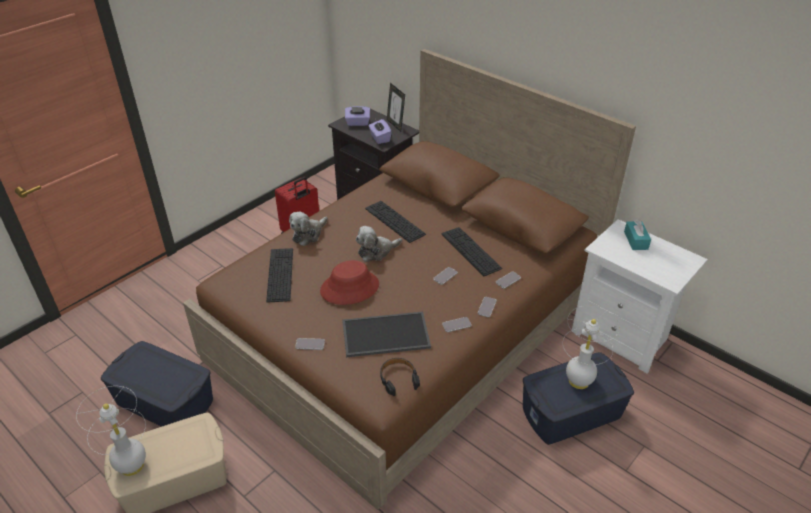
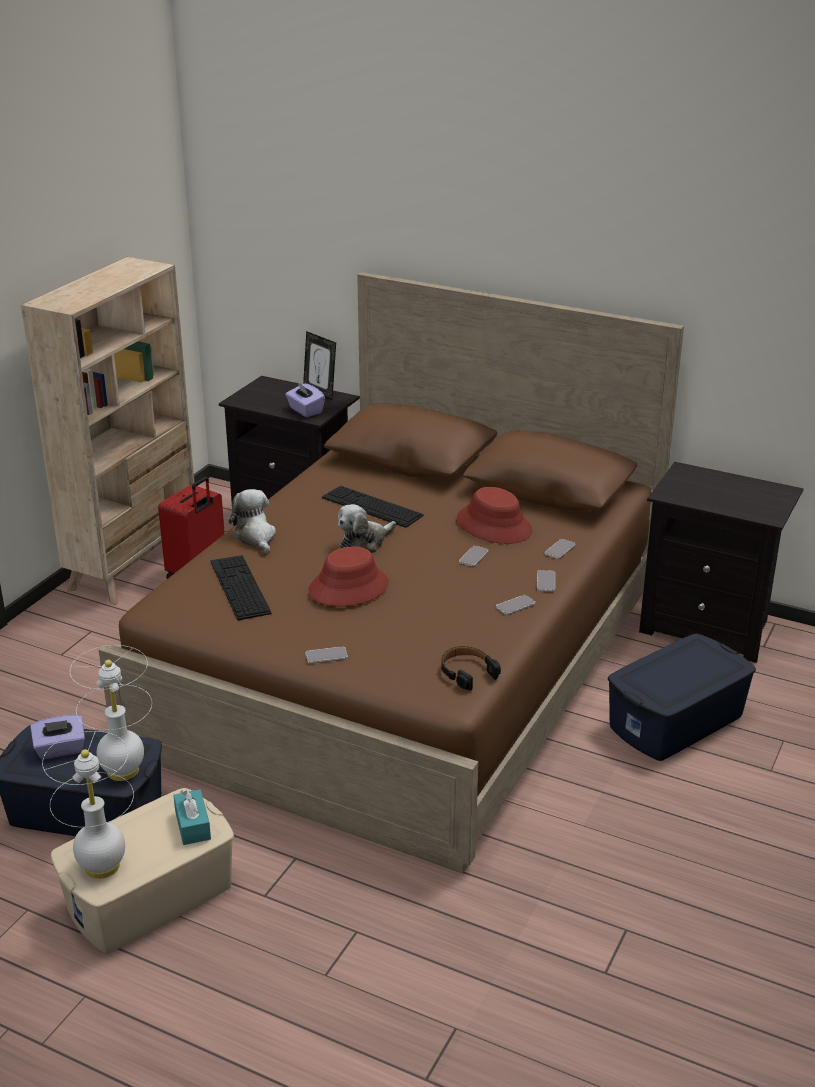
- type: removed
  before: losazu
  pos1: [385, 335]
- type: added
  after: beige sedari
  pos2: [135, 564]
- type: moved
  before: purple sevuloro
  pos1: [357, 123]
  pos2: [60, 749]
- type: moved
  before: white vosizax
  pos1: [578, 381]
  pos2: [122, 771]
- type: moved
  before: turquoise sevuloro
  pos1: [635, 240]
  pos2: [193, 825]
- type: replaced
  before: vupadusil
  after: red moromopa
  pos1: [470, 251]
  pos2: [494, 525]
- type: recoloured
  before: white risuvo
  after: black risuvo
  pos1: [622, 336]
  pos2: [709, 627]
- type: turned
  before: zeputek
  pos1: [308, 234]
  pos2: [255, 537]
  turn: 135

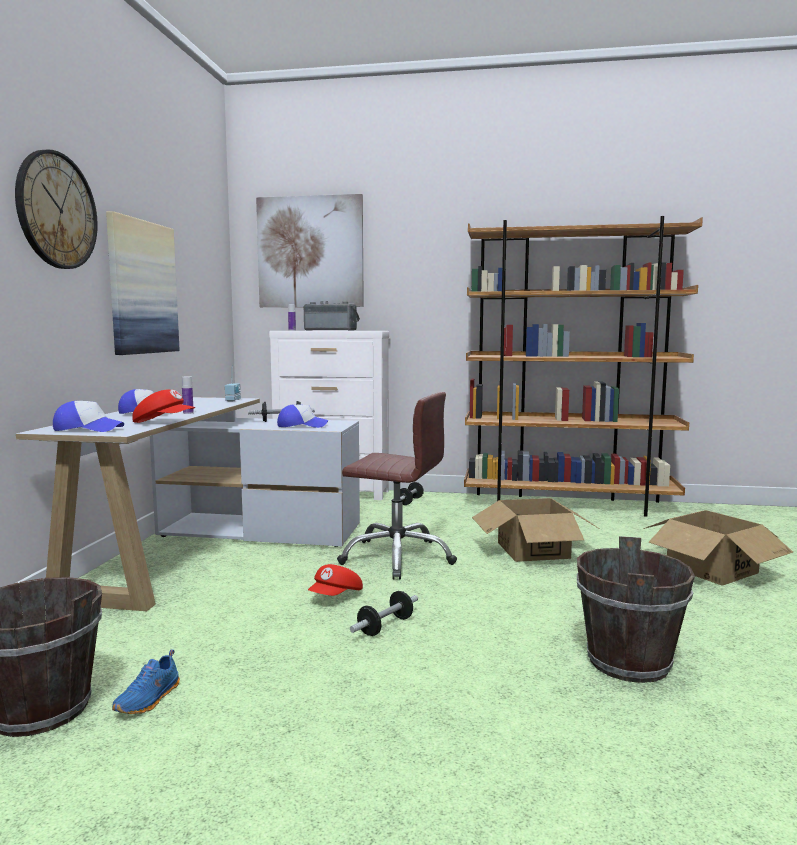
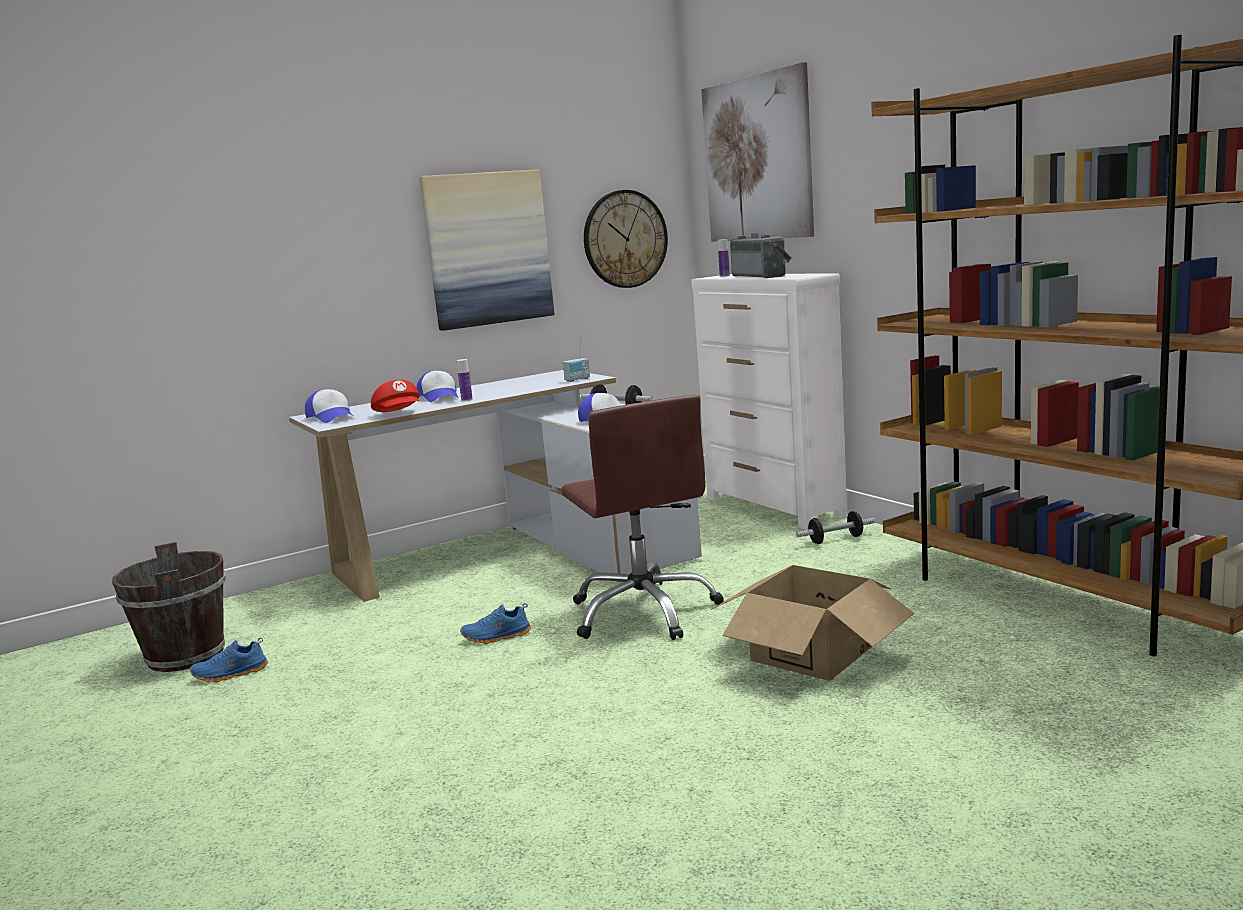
- type: removed
  before: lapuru
  pos1: [385, 626]
- type: removed
  before: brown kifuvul
  pos1: [627, 662]
- type: removed
  before: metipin
  pos1: [712, 569]
- type: moved
  before: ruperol
  pos1: [56, 210]
  pos2: [625, 239]
- type: replaced
  before: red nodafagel
  after: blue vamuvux
  pos1: [336, 596]
  pos2: [497, 637]

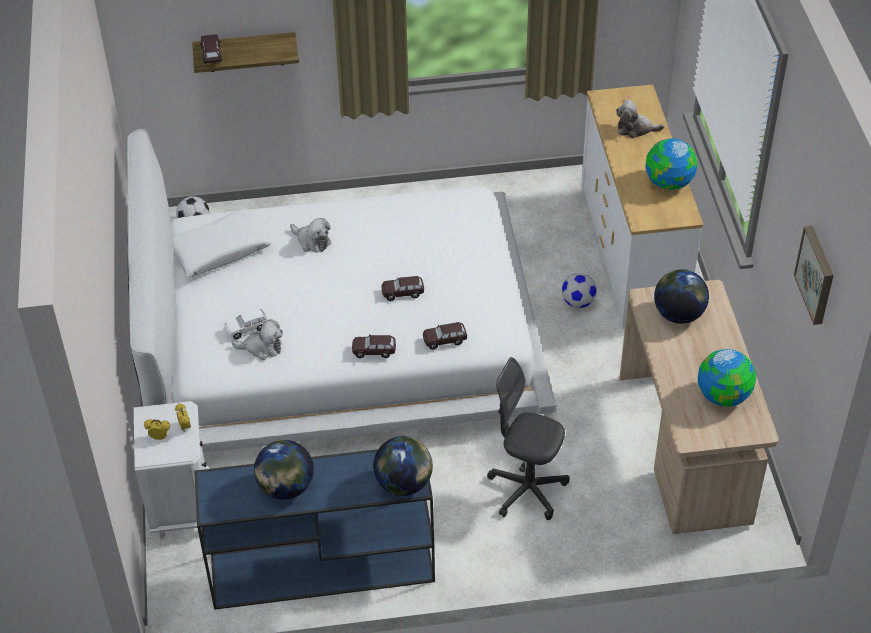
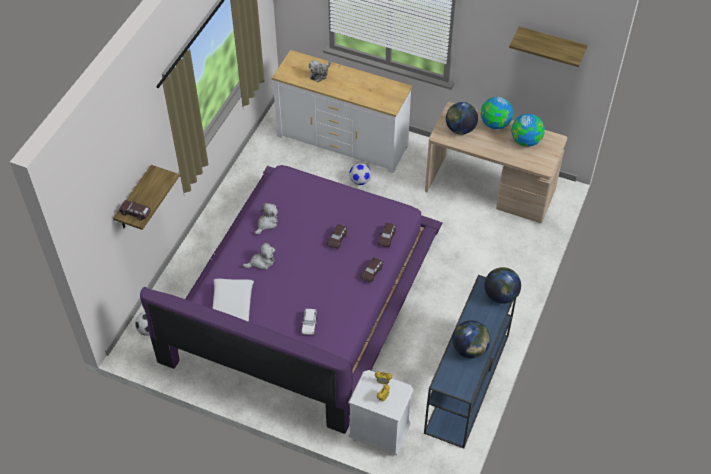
- type: removed
  before: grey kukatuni
  pos1: [527, 490]
- type: moved
  before: zeputek
  pos1: [262, 348]
  pos2: [267, 223]
- type: moved
  before: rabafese
  pos1: [668, 183]
  pos2: [495, 124]
- type: replaced
  before: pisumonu
  after: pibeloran
  pos1: [817, 274]
  pos2: [551, 45]
- type: recoloured
  before: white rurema
  after: purple rurema
  pos1: [339, 337]
  pos2: [303, 298]

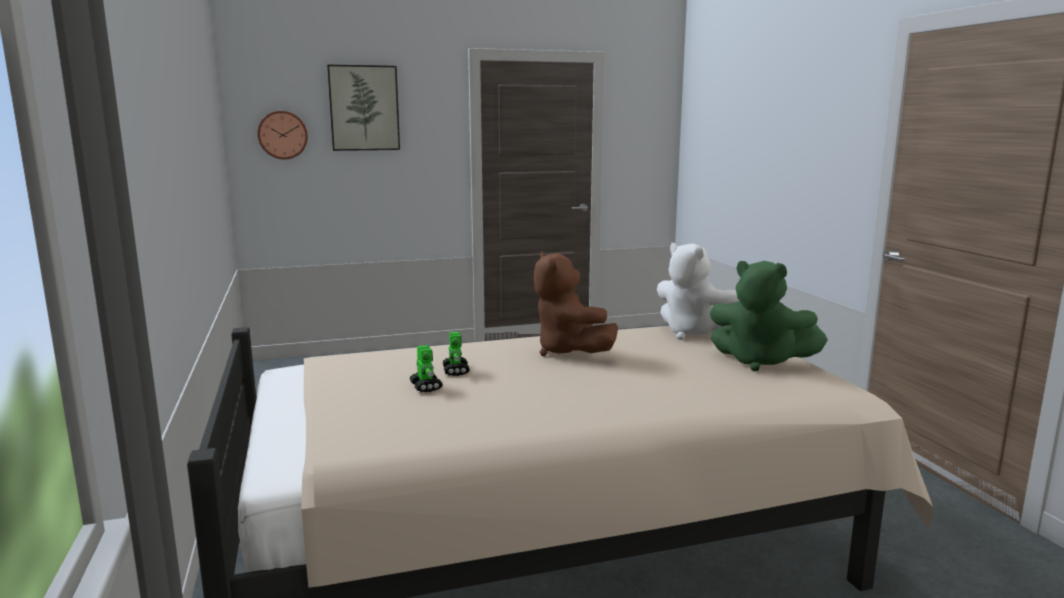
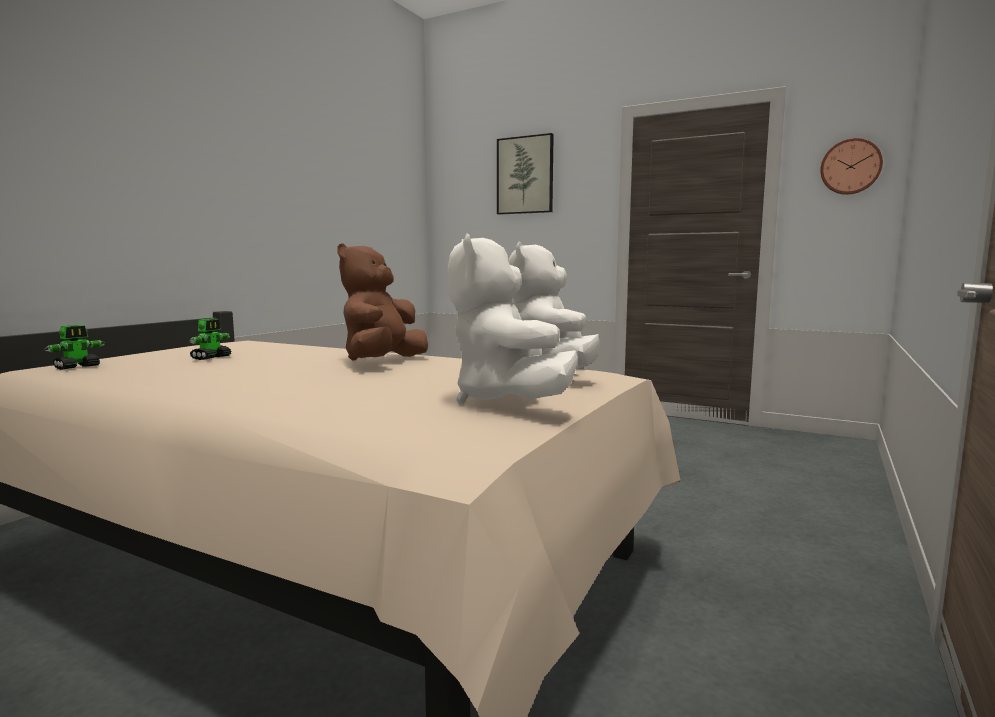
- type: moved
  before: ruperol
  pos1: [283, 135]
  pos2: [850, 167]
- type: moved
  before: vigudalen
  pos1: [456, 371]
  pos2: [77, 367]
- type: recoloured
  before: green zeputek
  after: white zeputek
  pos1: [760, 361]
  pos2: [506, 401]

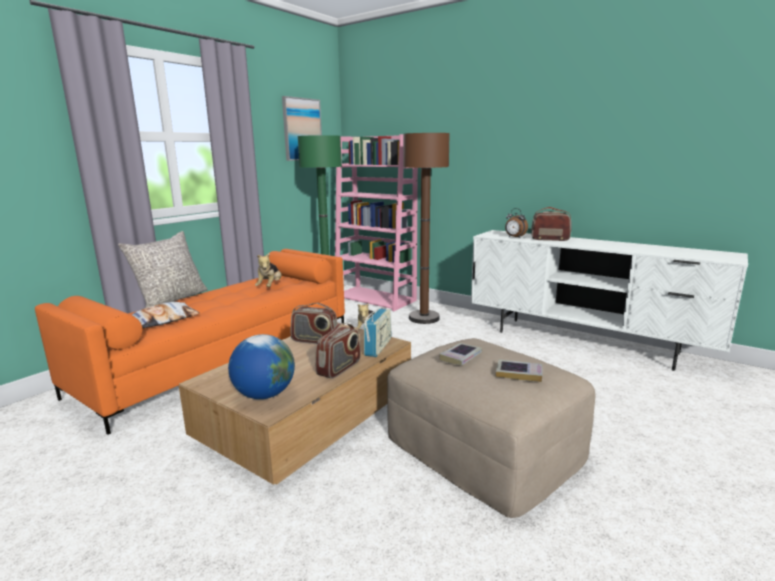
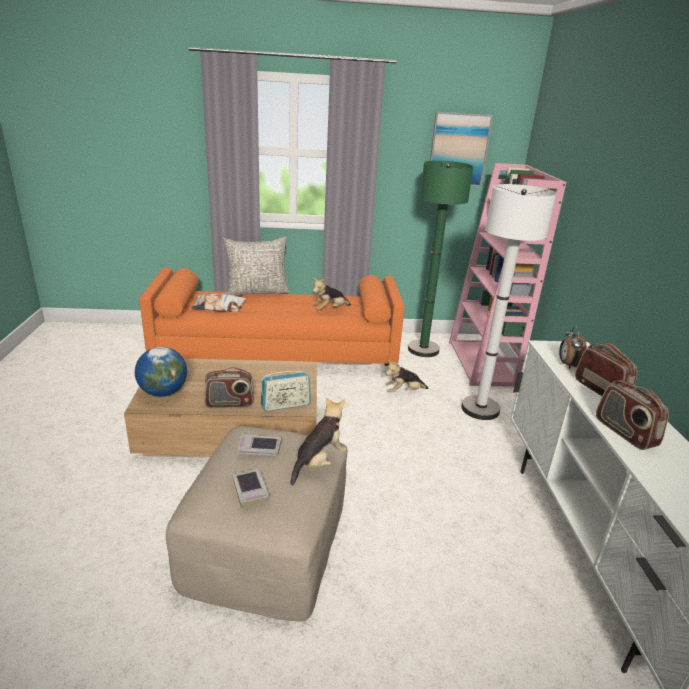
- type: added
  after: zeputek
  pos2: [319, 462]
- type: moved
  before: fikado
  pos1: [315, 341]
  pos2: [624, 432]
- type: recoloured
  before: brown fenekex
  after: white fenekex
  pos1: [424, 318]
  pos2: [480, 409]

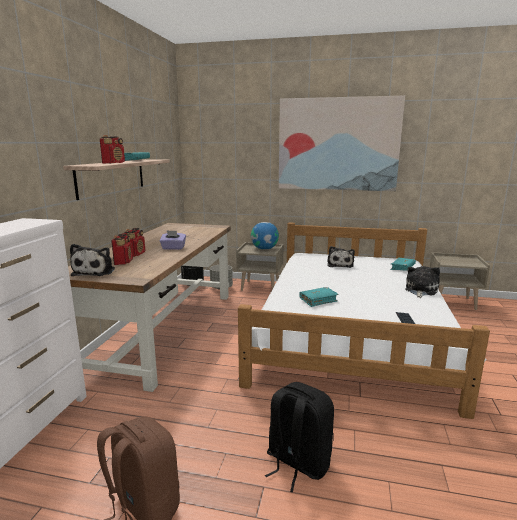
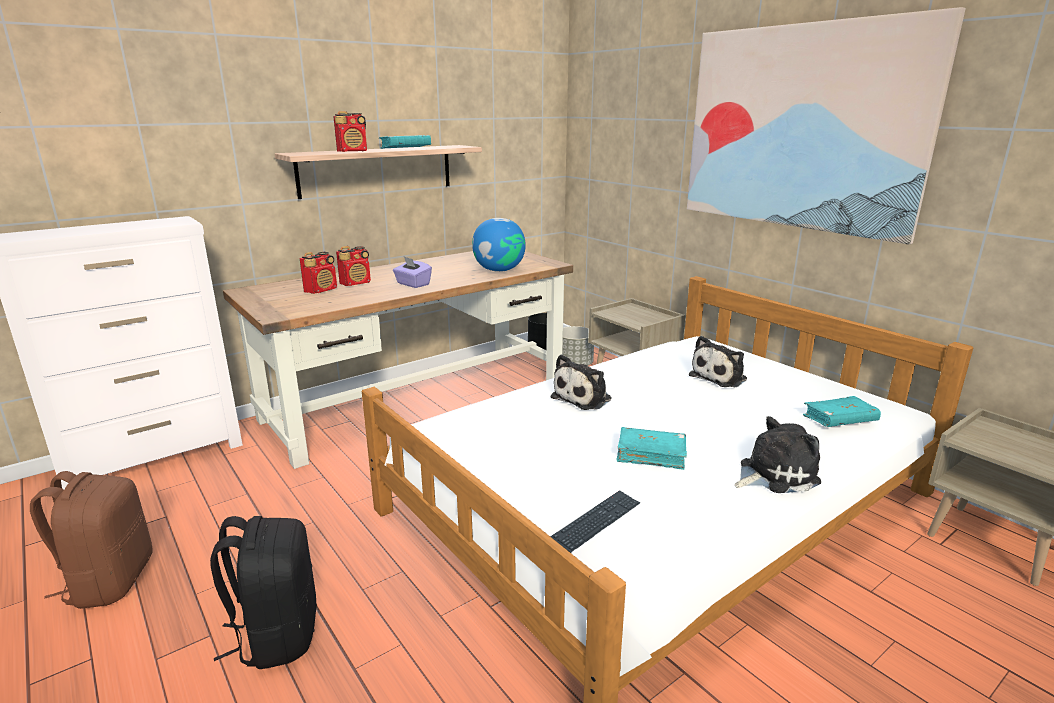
- type: moved
  before: zeputek
  pos1: [95, 271]
  pos2: [584, 397]
- type: moved
  before: rabafese
  pos1: [264, 249]
  pos2: [499, 270]
- type: moved
  before: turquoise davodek
  pos1: [318, 300]
  pos2: [651, 455]

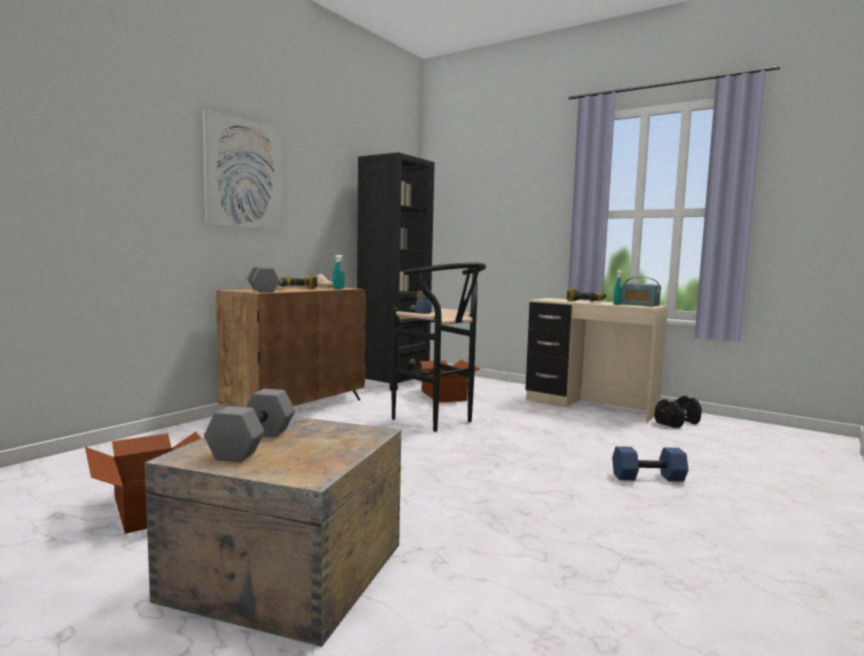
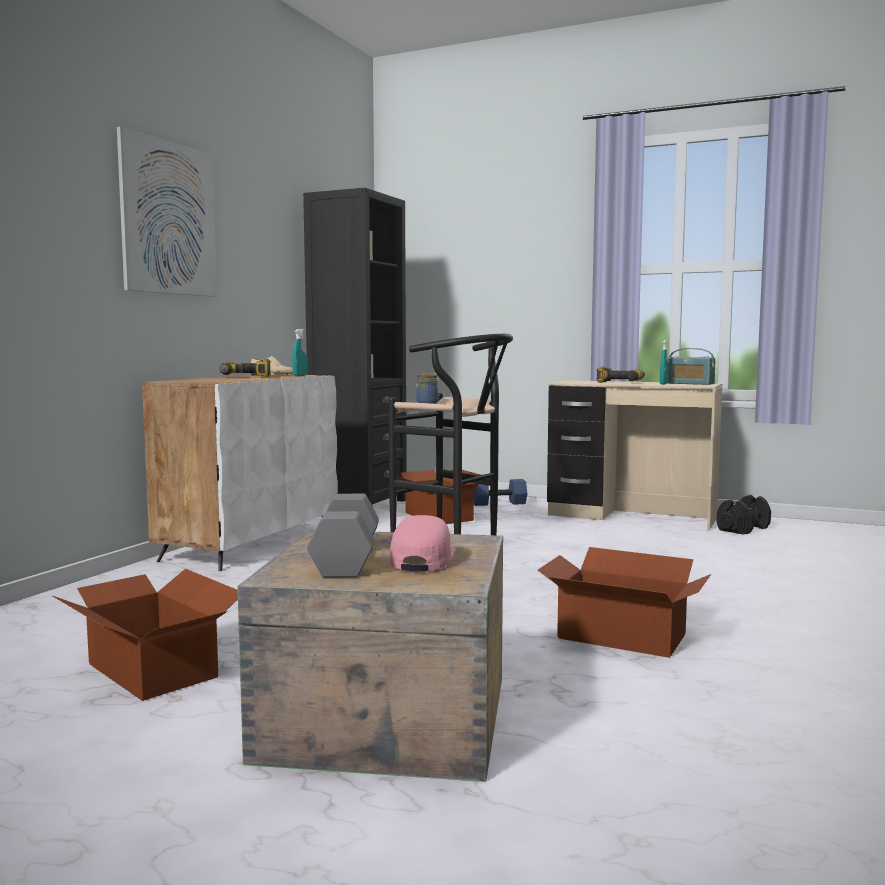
- type: removed
  before: grey lapuru
  pos1: [263, 290]
- type: added
  after: pink nodafagel
  pos2: [422, 558]
- type: added
  after: metipin
  pos2: [622, 637]
- type: moved
  before: blue lapuru
  pos1: [648, 477]
  pos2: [499, 503]
- type: recoloured
  before: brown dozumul
  after: white dozumul
  pos1: [296, 408]
  pos2: [251, 543]

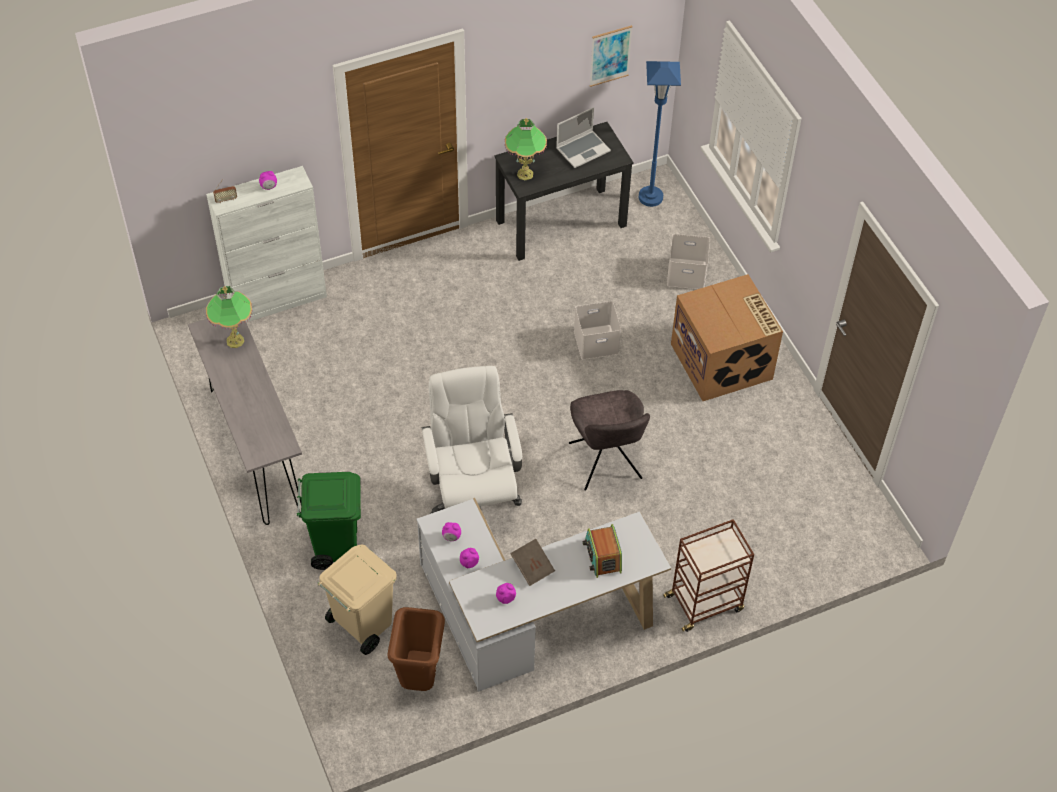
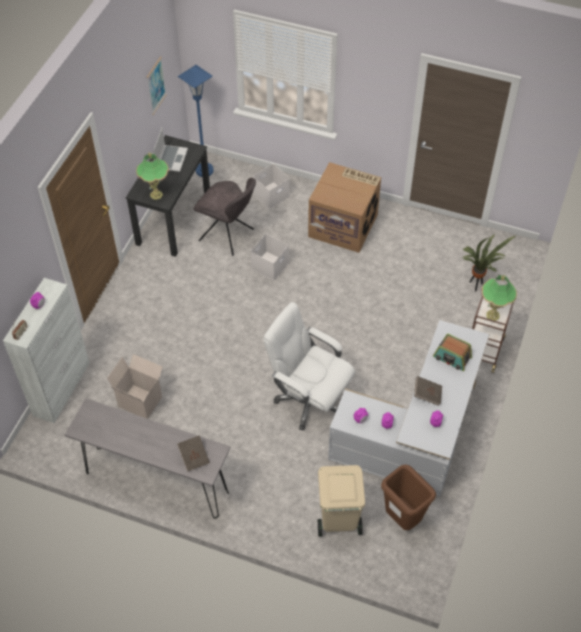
- type: removed
  before: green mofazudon
  pos1: [335, 545]
- type: added
  after: metipin
  pos2: [141, 401]
- type: added
  after: brown davodek
  pos2: [194, 457]
- type: added
  after: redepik
  pos2: [476, 285]
- type: moved
  before: vosizax
  pos1: [235, 341]
  pos2: [493, 315]
- type: moved
  before: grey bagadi
  pos1: [606, 463]
  pos2: [228, 236]

